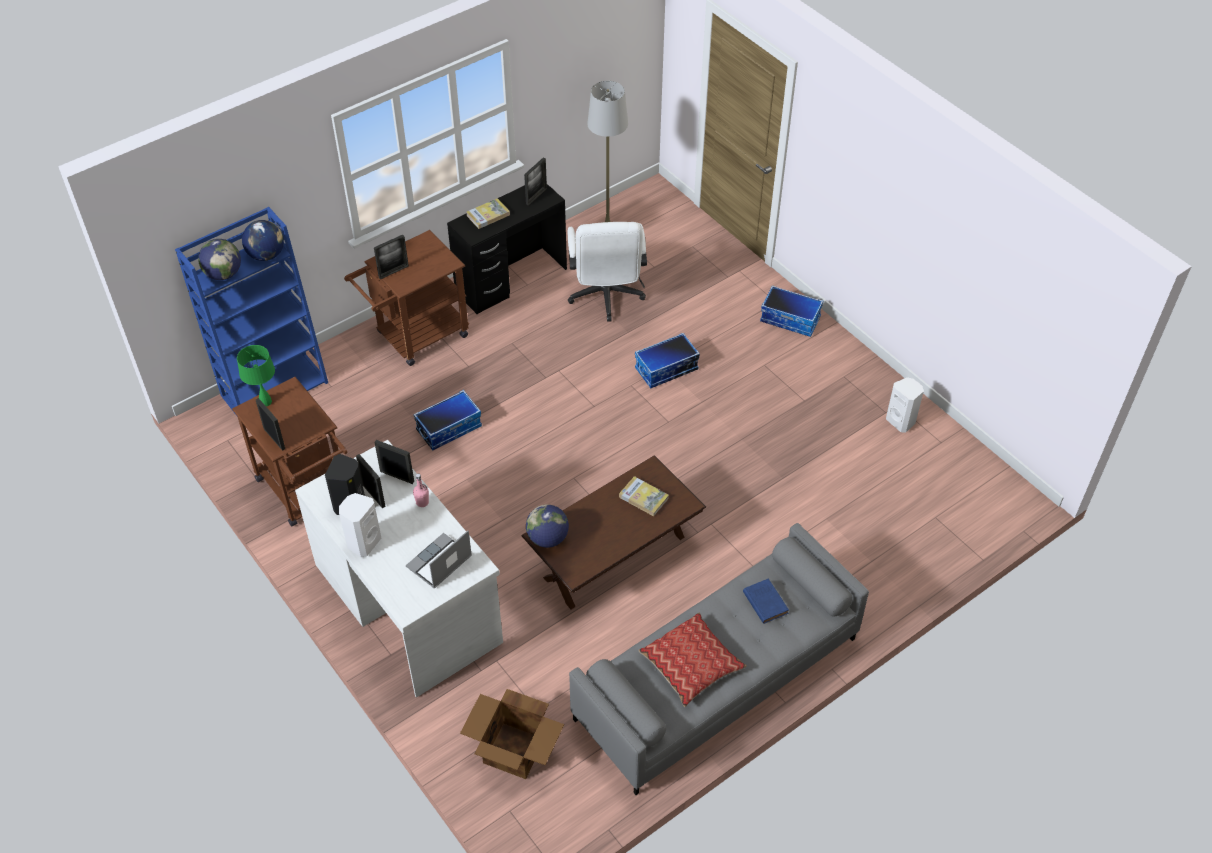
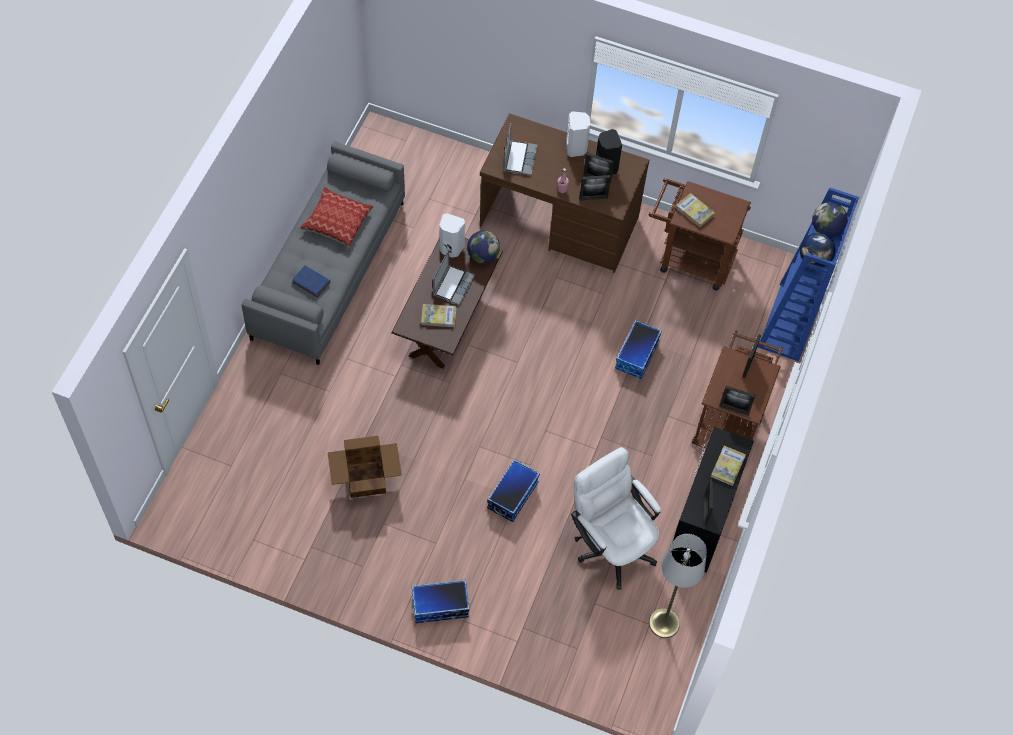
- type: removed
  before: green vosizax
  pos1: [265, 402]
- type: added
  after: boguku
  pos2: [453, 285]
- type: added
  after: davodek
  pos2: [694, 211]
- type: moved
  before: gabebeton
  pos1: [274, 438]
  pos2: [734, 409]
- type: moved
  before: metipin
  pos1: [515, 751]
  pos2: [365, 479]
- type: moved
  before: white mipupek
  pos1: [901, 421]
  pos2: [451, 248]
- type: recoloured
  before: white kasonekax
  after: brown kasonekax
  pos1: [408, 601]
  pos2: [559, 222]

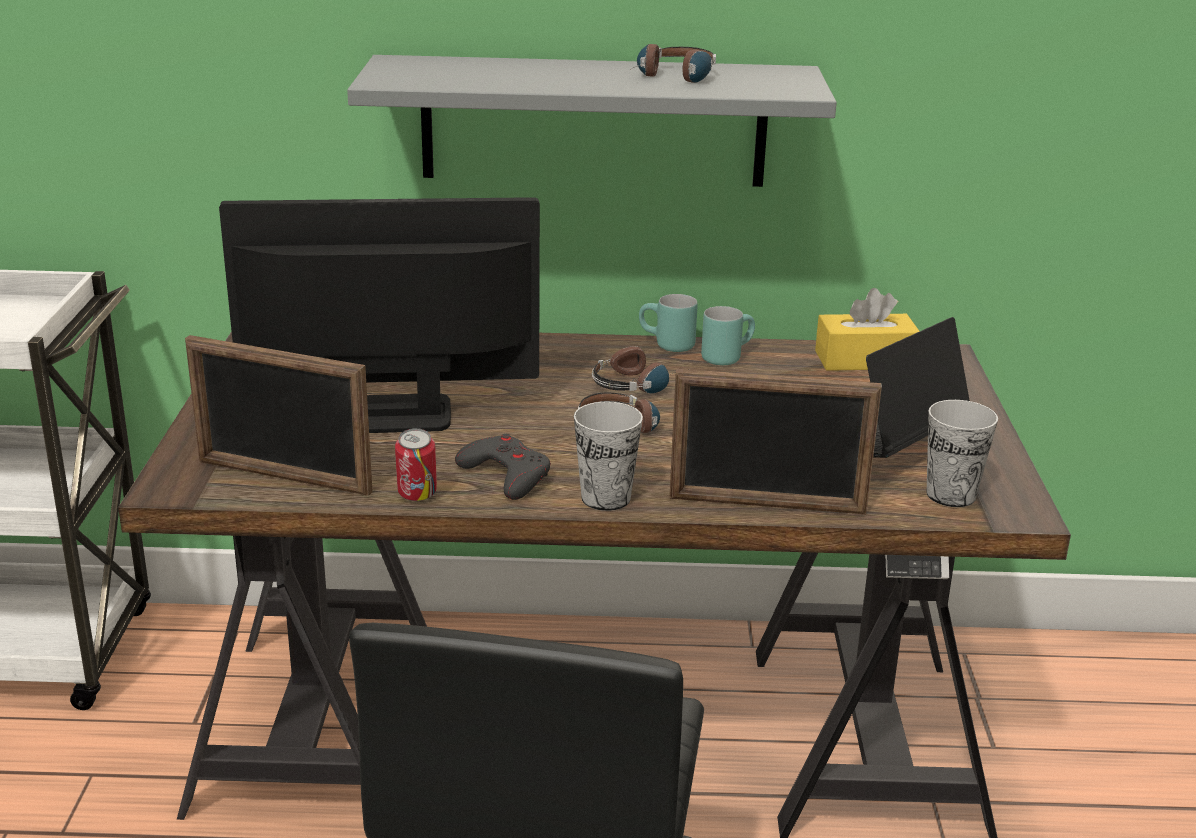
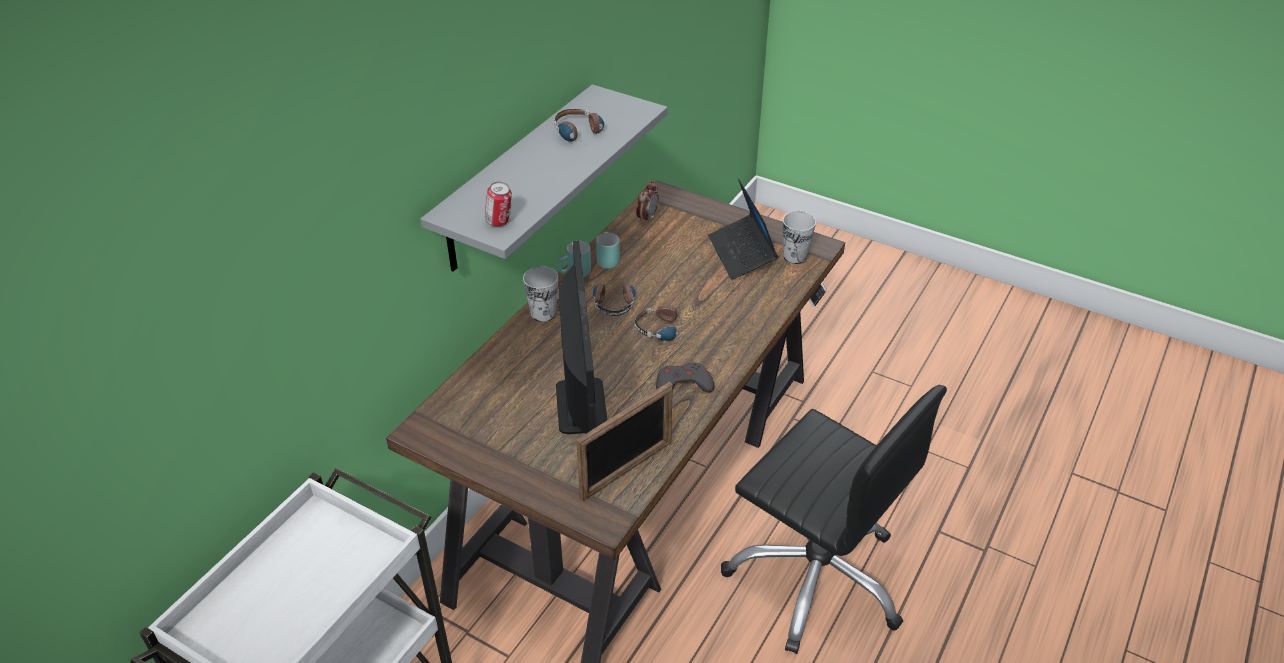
- type: removed
  before: gabebeton
  pos1: [767, 505]
- type: moved
  before: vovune
  pos1: [417, 497]
  pos2: [500, 223]
- type: moved
  before: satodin
  pos1: [606, 498]
  pos2: [543, 314]
- type: replaced
  before: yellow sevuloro
  after: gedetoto
  pos1: [864, 360]
  pos2: [647, 218]
- type: turned
  before: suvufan
  pos1: [390, 415]
  pos2: [581, 406]
  turn: 150

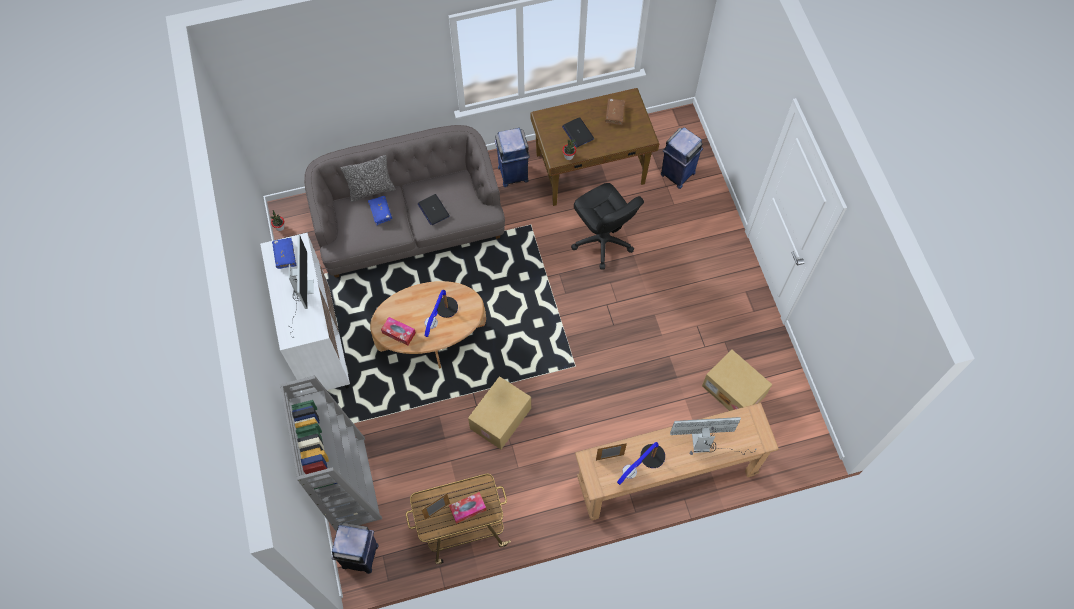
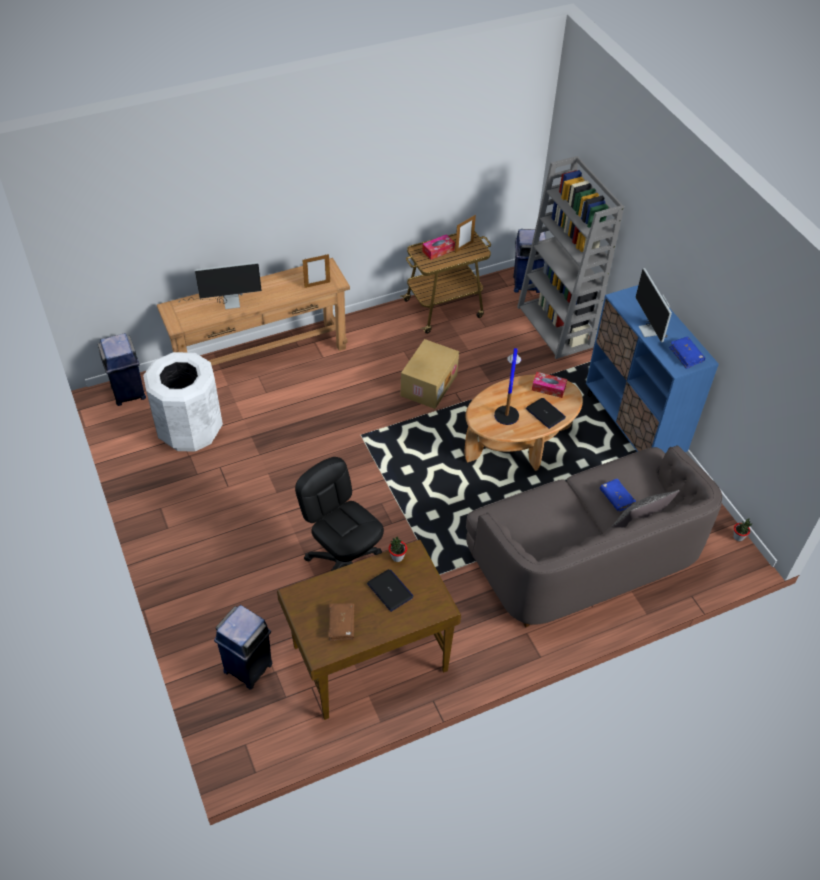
- type: removed
  before: vosizax
  pos1: [643, 465]
- type: moved
  before: boguku
  pos1: [433, 210]
  pos2: [545, 413]
- type: moved
  before: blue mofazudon
  pos1: [513, 173]
  pos2: [128, 393]
- type: replaced
  before: metipin
  after: white mofazudon
  pos1: [734, 390]
  pos2: [190, 430]
- type: recoloured
  before: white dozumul
  after: blue dozumul
  pos1: [320, 345]
  pos2: [632, 426]

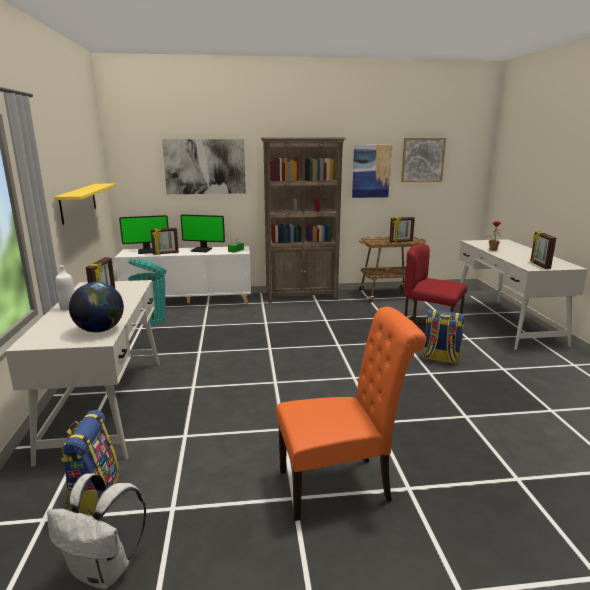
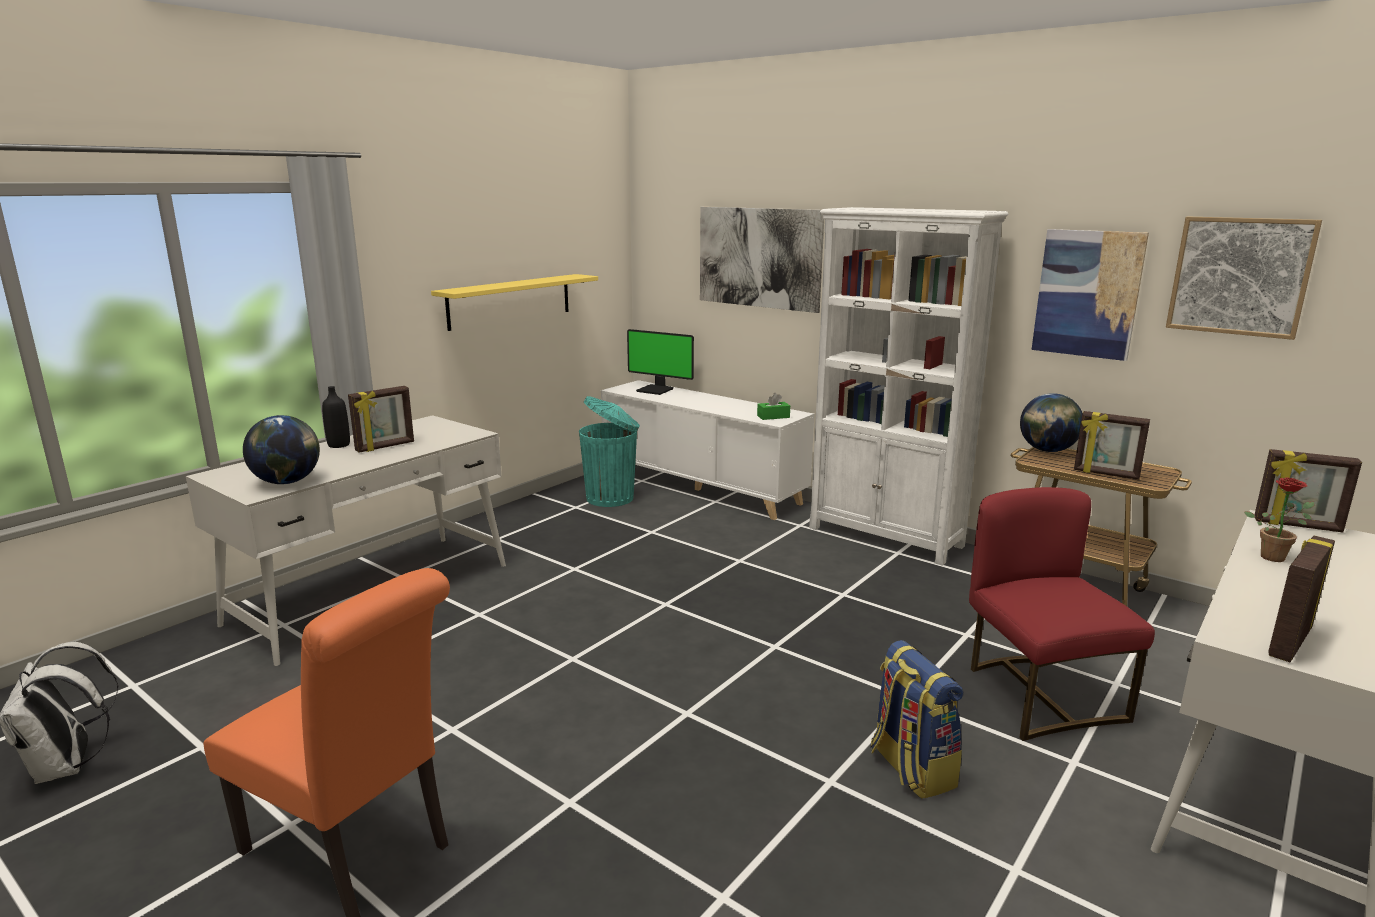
- type: removed
  before: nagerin
  pos1: [94, 495]
- type: removed
  before: suvufan
  pos1: [202, 250]
- type: added
  after: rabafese
  pos2: [1047, 450]
- type: moved
  before: gabebeton
  pos1: [165, 253]
  pos2: [1297, 526]
- type: recoloured
  before: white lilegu
  after: black lilegu
  pos1: [68, 308]
  pos2: [339, 445]
- type: recoloured
  before: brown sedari
  after: white sedari
  pos1: [302, 297]
  pos2: [886, 537]

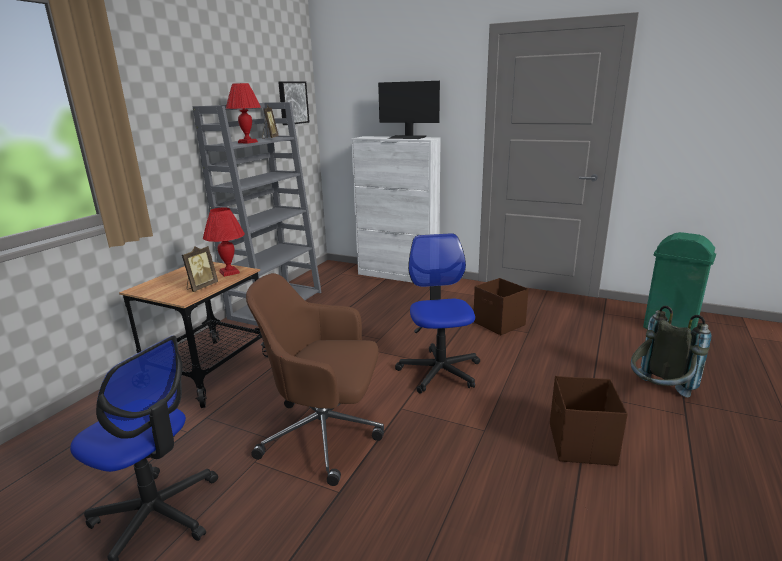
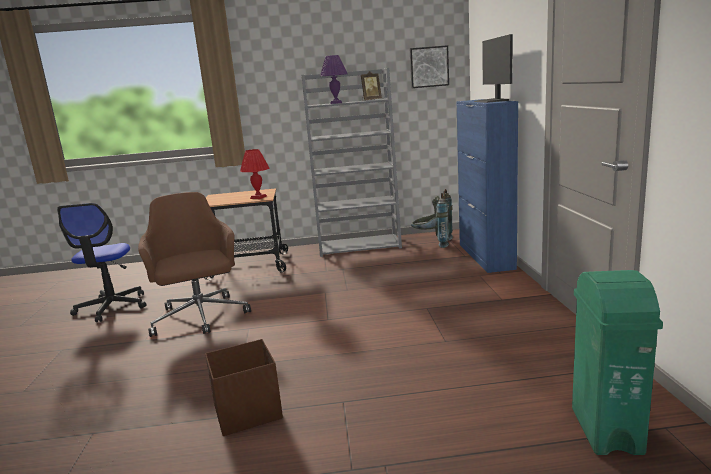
- type: removed
  before: gabebeton
  pos1: [201, 287]
- type: removed
  before: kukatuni
  pos1: [439, 371]
- type: removed
  before: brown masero
  pos1: [499, 324]
- type: moved
  before: grey nagerin
  pos1: [657, 394]
  pos2: [433, 243]
- type: recoloured
  before: red vosizax
  after: purple vosizax
  pos1: [247, 142]
  pos2: [336, 103]
- type: recoloured
  before: white dozumul
  after: blue dozumul
  pos1: [398, 275]
  pos2: [486, 256]

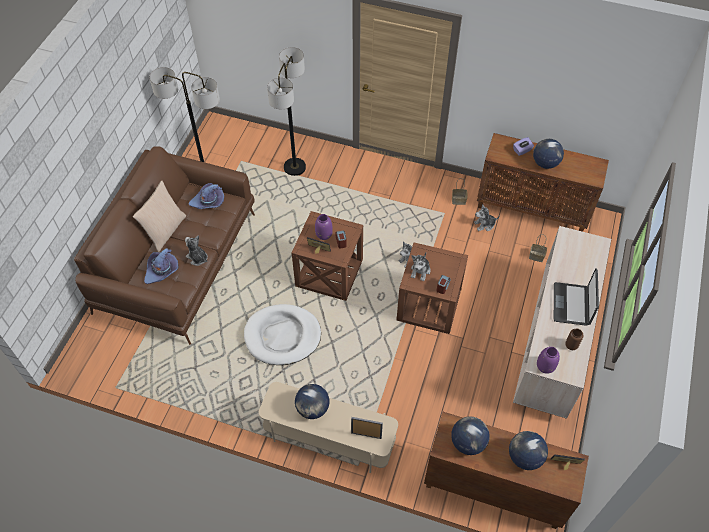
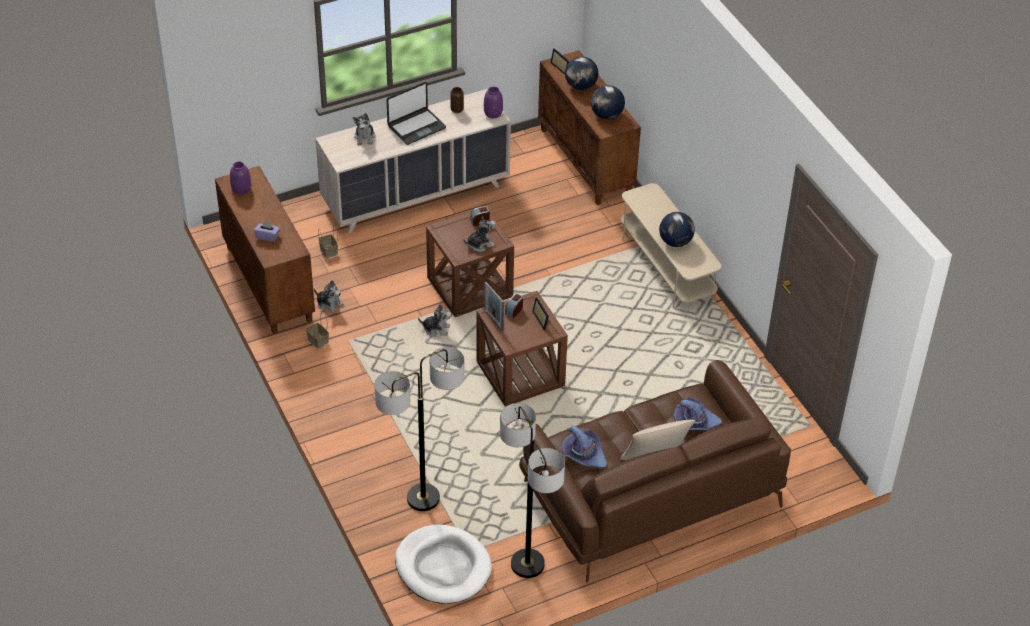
- type: removed
  before: rabafese
  pos1: [545, 163]
- type: moved
  before: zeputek
  pos1: [197, 258]
  pos2: [365, 137]
- type: moved
  before: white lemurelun
  pos1: [282, 336]
  pos2: [443, 567]
- type: moved
  before: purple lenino
  pos1: [324, 234]
  pos2: [241, 189]
- type: moved
  before: gabebeton
  pos1: [366, 435]
  pos2: [493, 320]

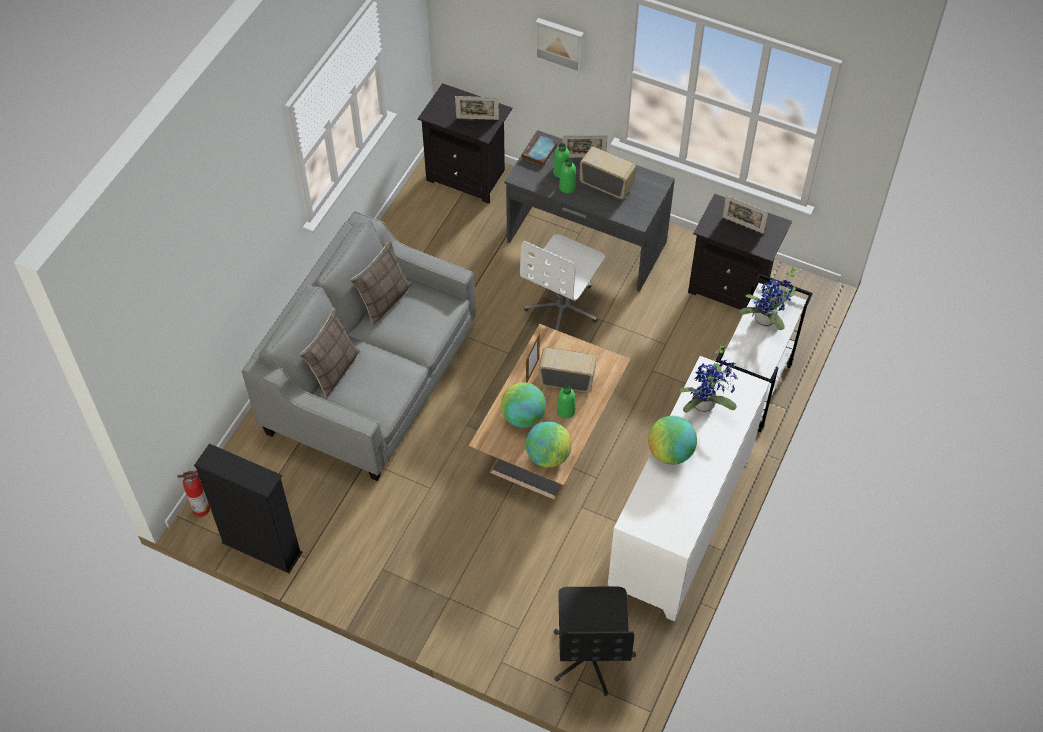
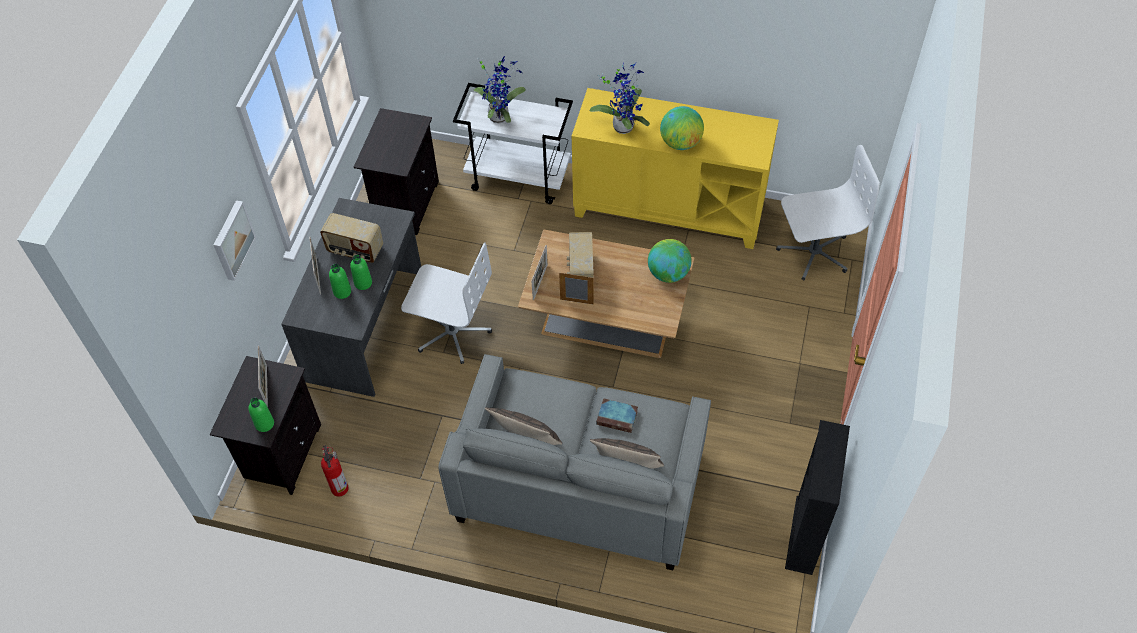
- type: removed
  before: rabafese
  pos1: [523, 417]
- type: moved
  before: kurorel
  pos1: [202, 509]
  pos2: [339, 487]
- type: moved
  before: davodek
  pos1: [539, 153]
  pos2: [618, 417]
- type: moved
  before: green lilegu
  pos1: [566, 411]
  pos2: [264, 423]
- type: moved
  before: gabebeton
  pos1: [743, 225]
  pos2: [540, 282]
- type: recoloured
  before: black kukatuni
  after: white kukatuni
  pos1: [591, 655]
  pos2: [813, 252]
- type: recoloured
  before: white dozumul
  after: yellow dozumul
  pos1: [682, 523]
  pos2: [669, 208]
- type: turned
  before: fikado
  pos1: [606, 184]
  pos2: [355, 250]
  turn: -90

